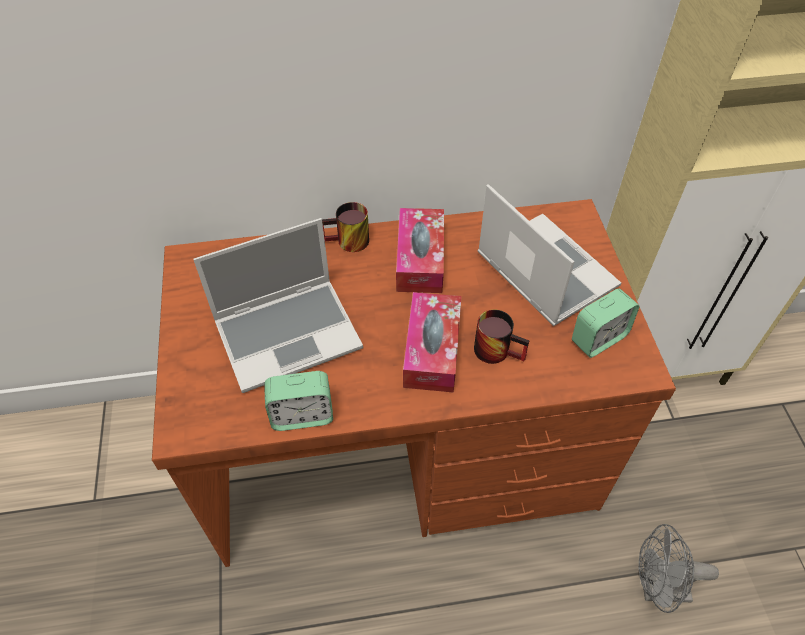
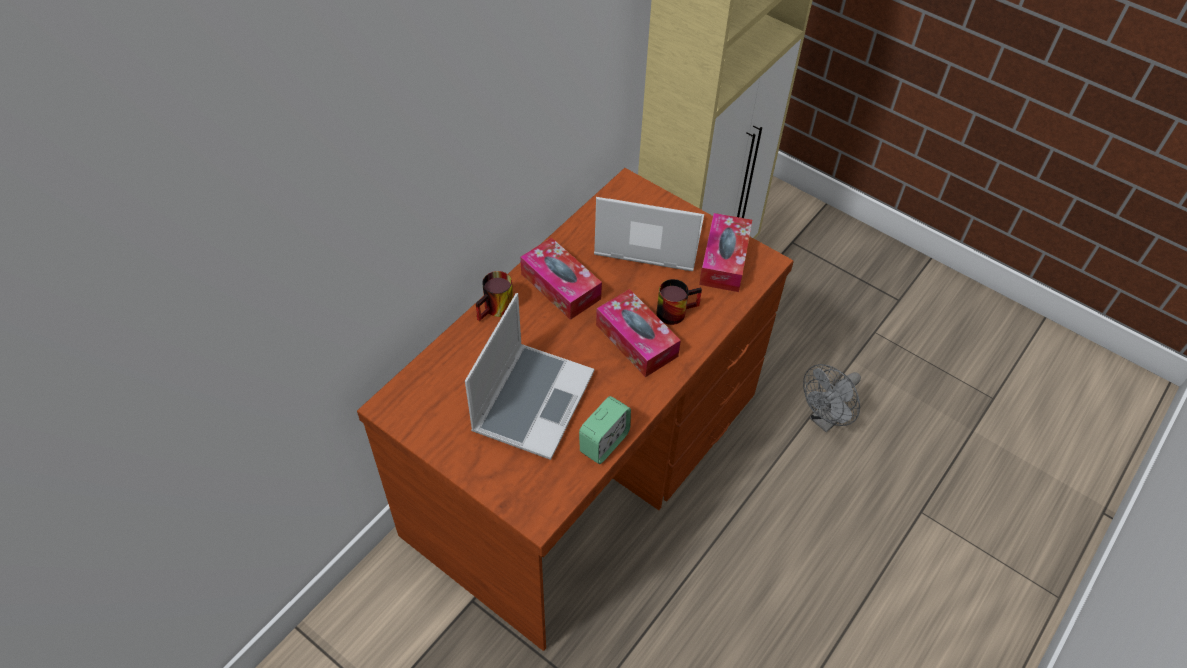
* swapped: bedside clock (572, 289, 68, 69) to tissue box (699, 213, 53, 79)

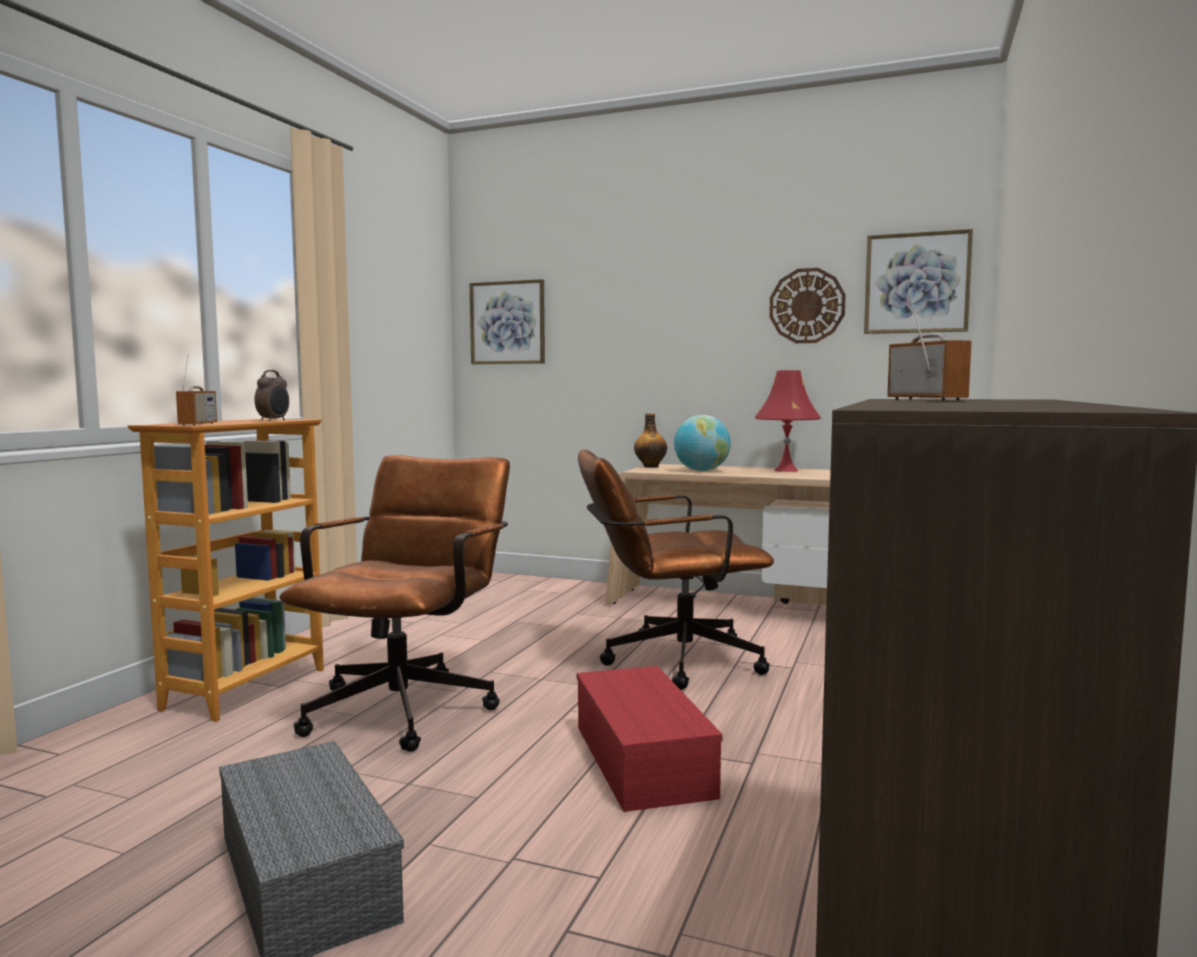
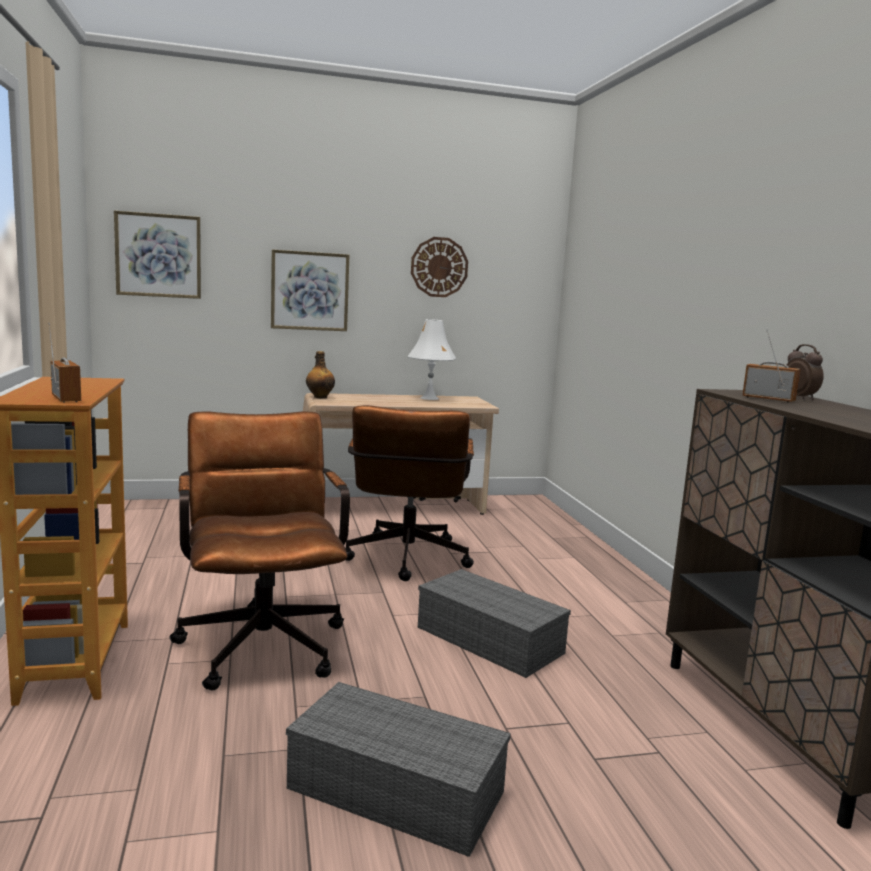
* gone: world globe (674, 415, 57, 56)
* shifted: bedside clock (254, 370, 35, 51) to (786, 344, 38, 56)
* shifted: picture (864, 229, 109, 105) to (271, 250, 78, 81)
* repainted: storage box (red) (577, 666, 145, 146) to storage box (grey) (418, 569, 153, 109)
* repainted: tabletop lamp (red) (755, 370, 66, 102) to tabletop lamp (white-coloured) (407, 319, 49, 81)
* rotated: desk chair (brown-coloured) (578, 450, 196, 240) = (345, 405, 129, 176) 45 degrees counterclockwise

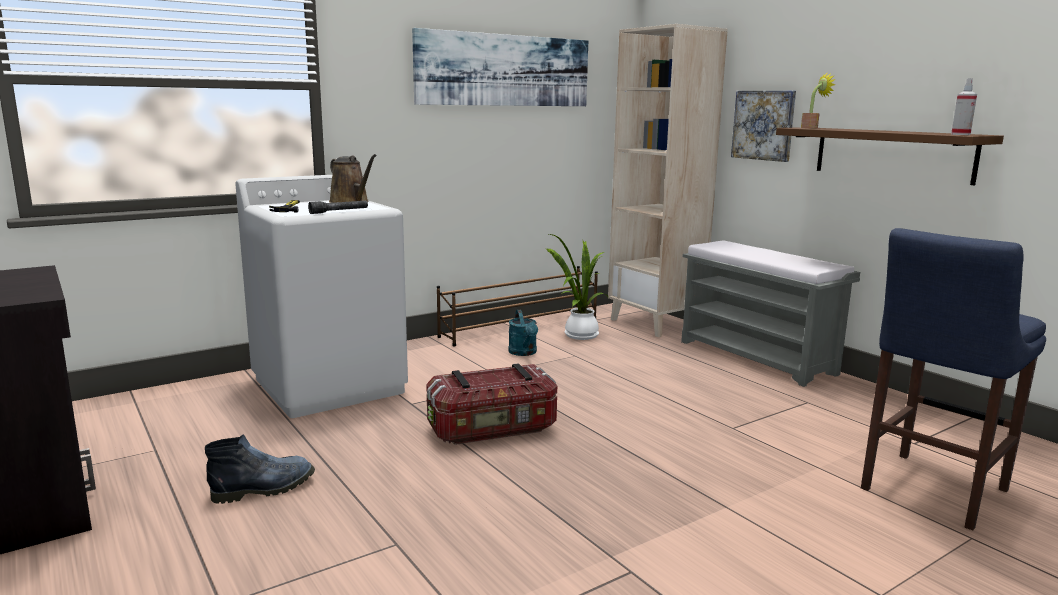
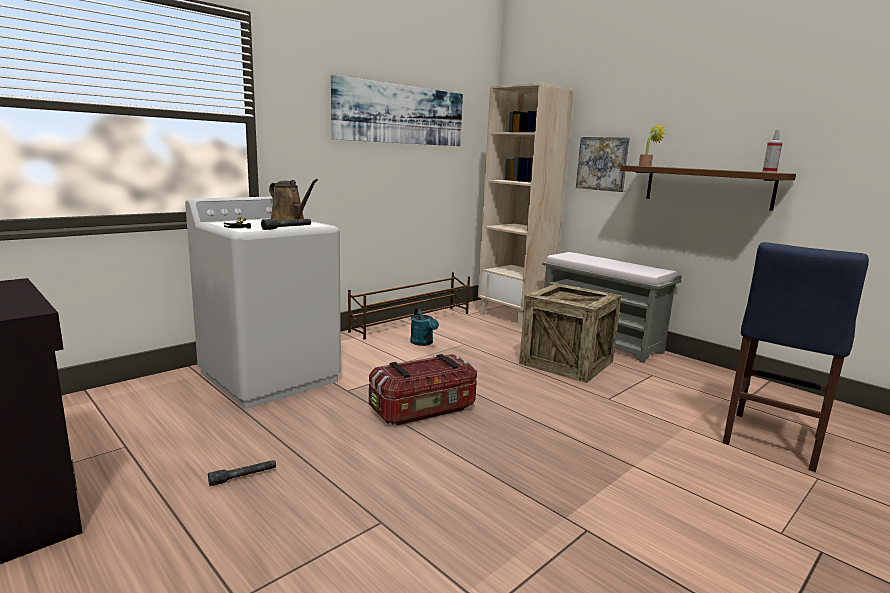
* gone: potted plant (546, 234, 63, 106)
* new: packing crate (519, 283, 103, 100)
* swapped: boot (205, 434, 110, 70) to torch (grey) (208, 460, 68, 26)

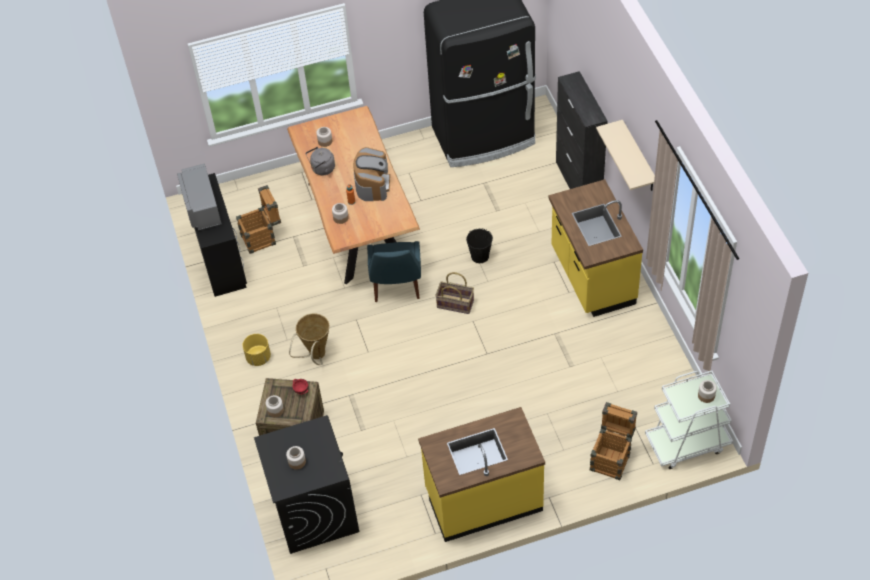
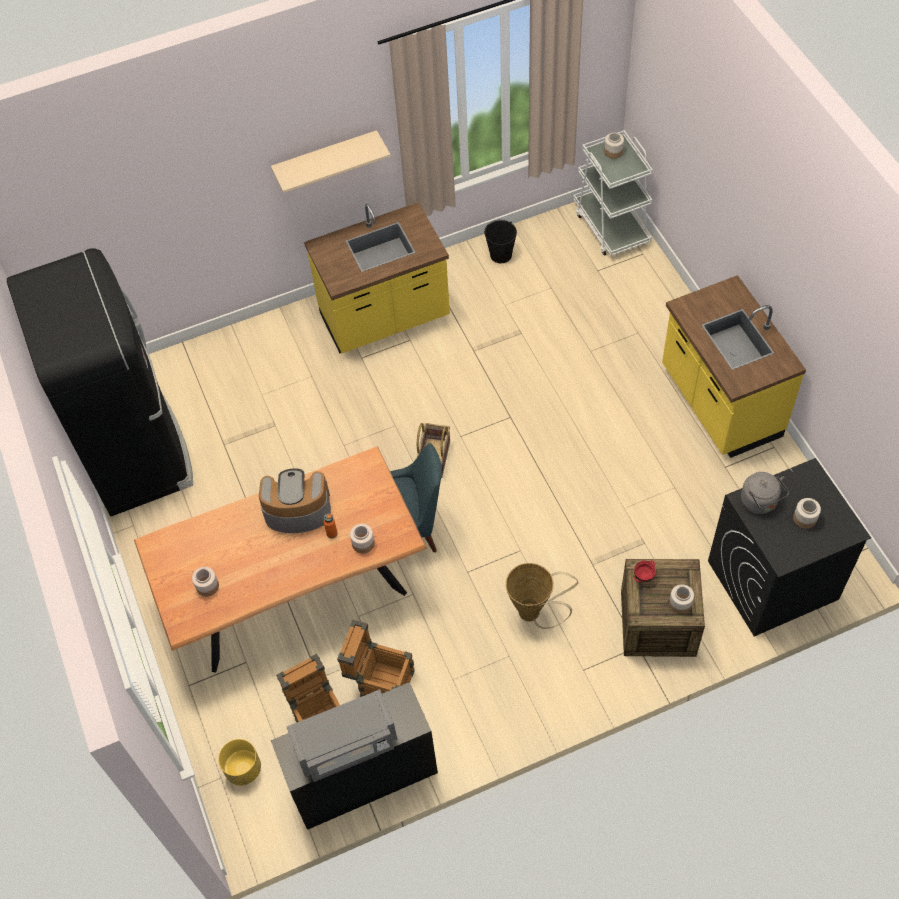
* gone: cupboard (blackish) (556, 71, 52, 118)
* shifted: planter (yellow-coloured) (243, 334, 28, 32) to (218, 739, 43, 47)
* shifted: tea kettle (grey) (306, 147, 29, 28) to (741, 472, 48, 42)
* shifted: water bucket (blackish) (466, 228, 27, 35) to (484, 220, 33, 43)
* shifted: packing crate (590, 402, 47, 78) to (337, 620, 78, 77)

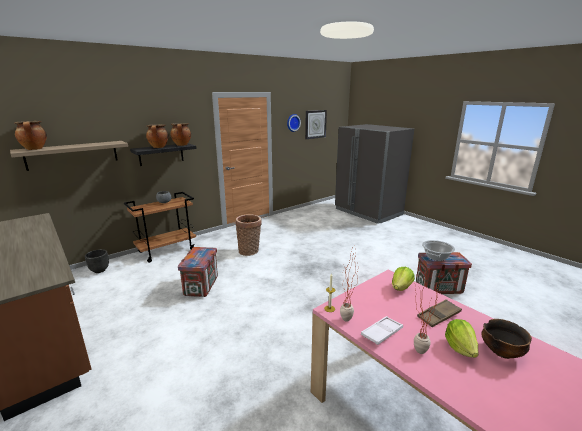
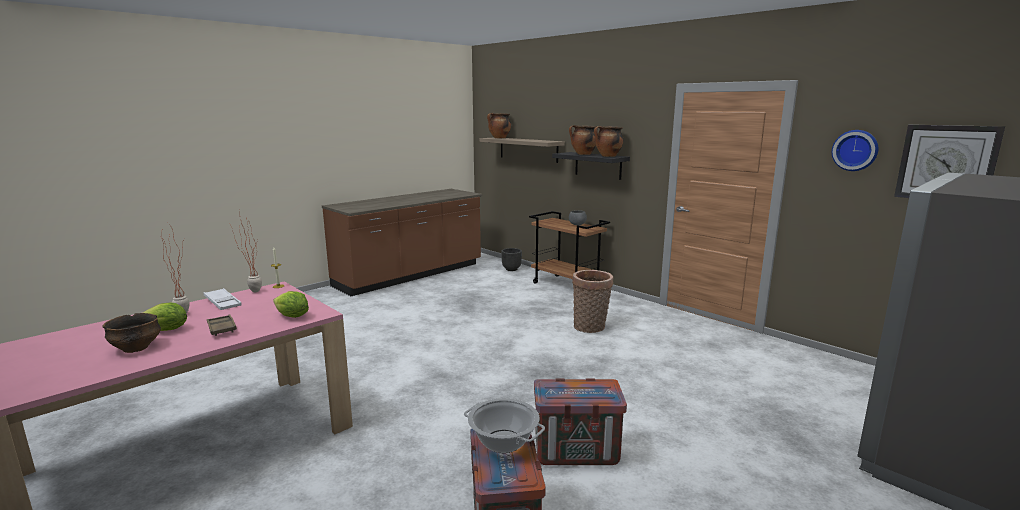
* shifted: packing crate (178, 247, 40, 50) to (534, 378, 93, 87)

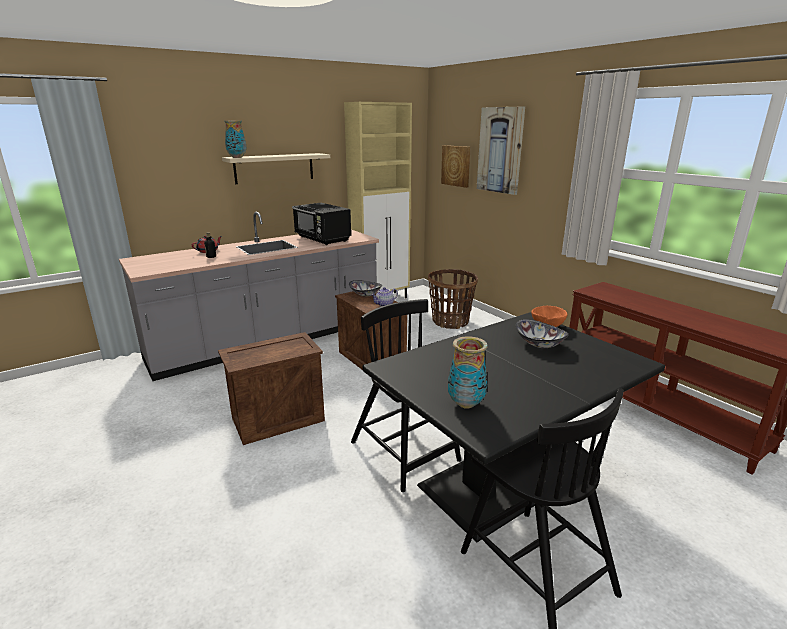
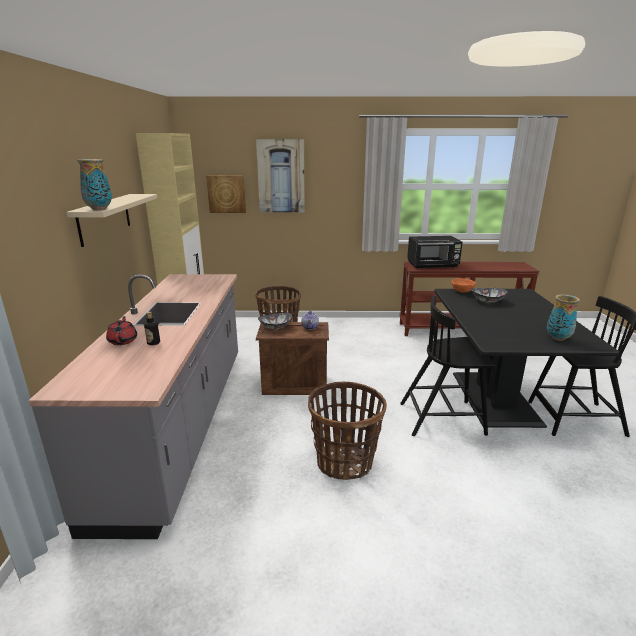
* shifted: kitchen microwave (blackish) (292, 203, 59, 42) to (407, 236, 56, 33)
* swapped: packing crate (218, 332, 107, 113) to storage basket (308, 382, 79, 98)

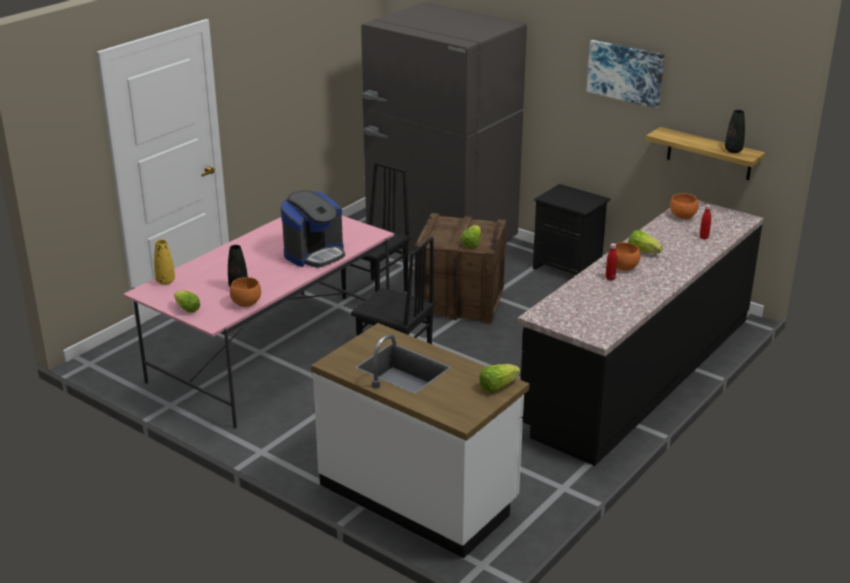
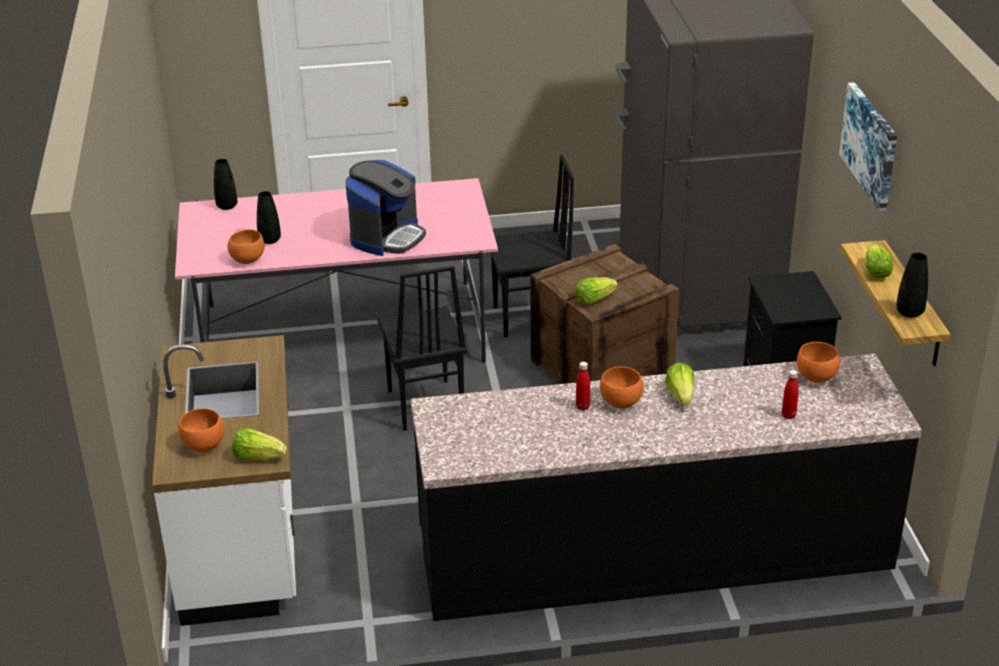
* new: bowl (orange-coloured) (178, 408, 47, 44)
* shifted: lettuce head (174, 290, 26, 23) to (865, 244, 28, 34)
* repainted: flower vase (yellow-coloured) (154, 240, 21, 45) to flower vase (blackish) (214, 159, 23, 51)
* rotated: coffee brewer (281, 190, 64, 78) = (345, 160, 81, 96) 60 degrees counterclockwise

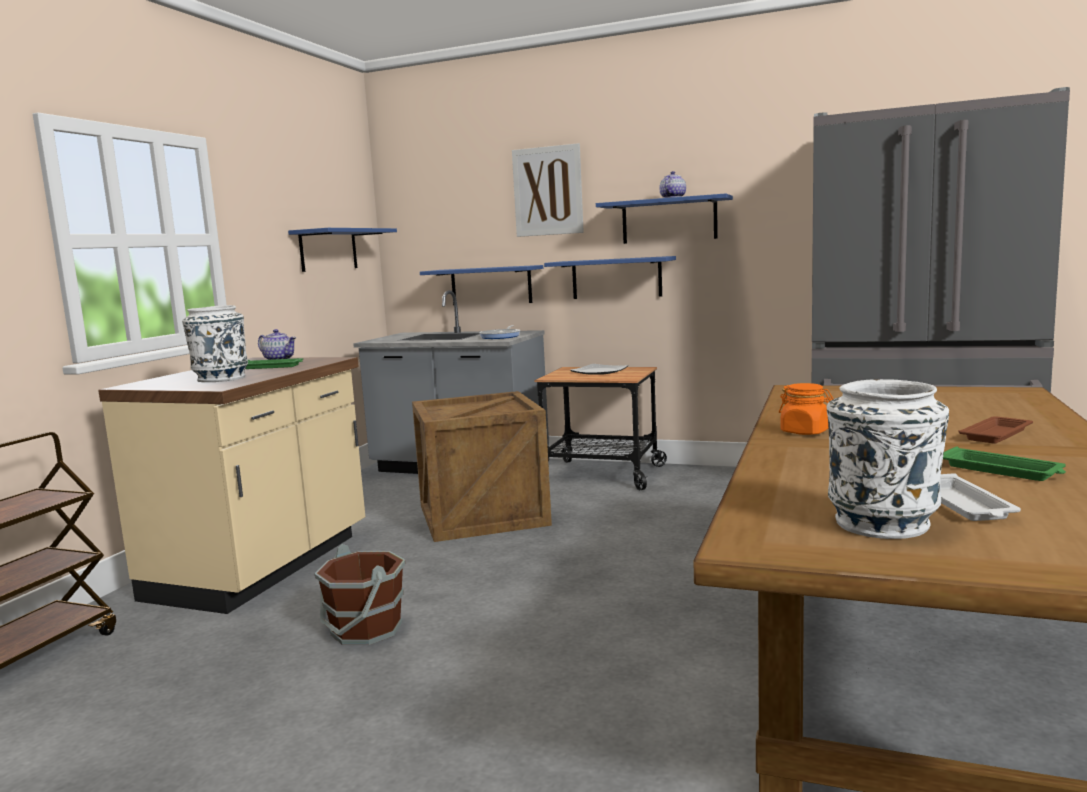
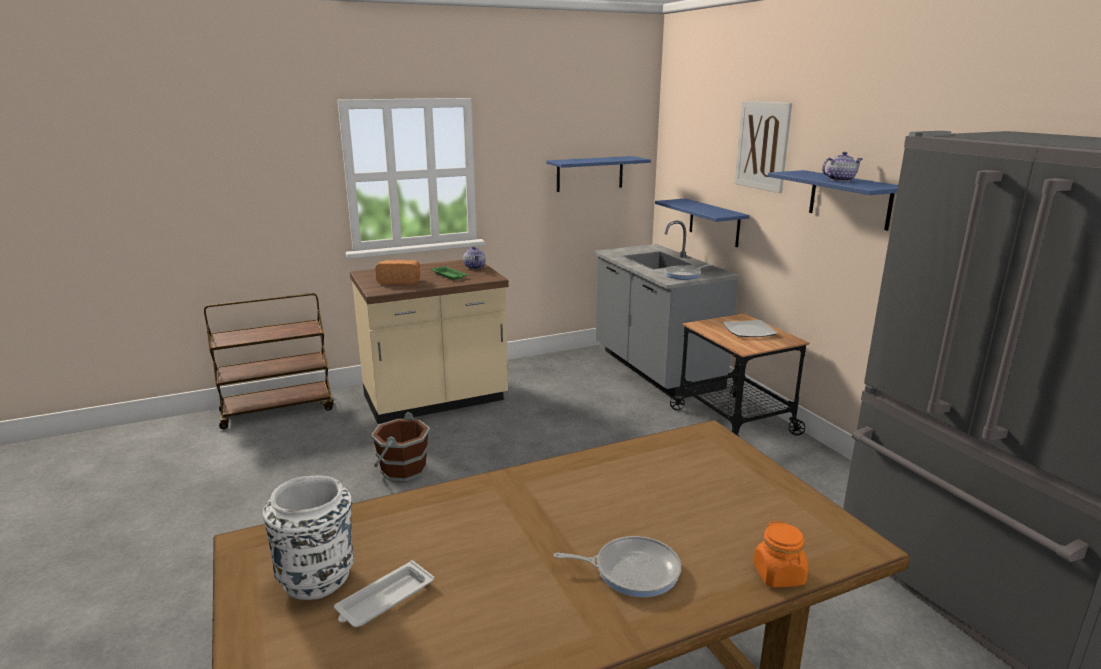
* gone: packing crate (412, 391, 140, 151)
* gone: shelf (blue-coloured) (544, 256, 132, 43)
* gone: carrying tray (greenish) (943, 446, 123, 35)
* shifted: jar (orange-coloured) (779, 383, 54, 52) to (753, 521, 55, 66)
* swapped: flower vase (white-coloured) (182, 305, 66, 77) to bread (375, 260, 45, 24)
* swapped: carrying tray (brown-coloured) (958, 416, 75, 27) to frying pan (554, 536, 127, 61)

